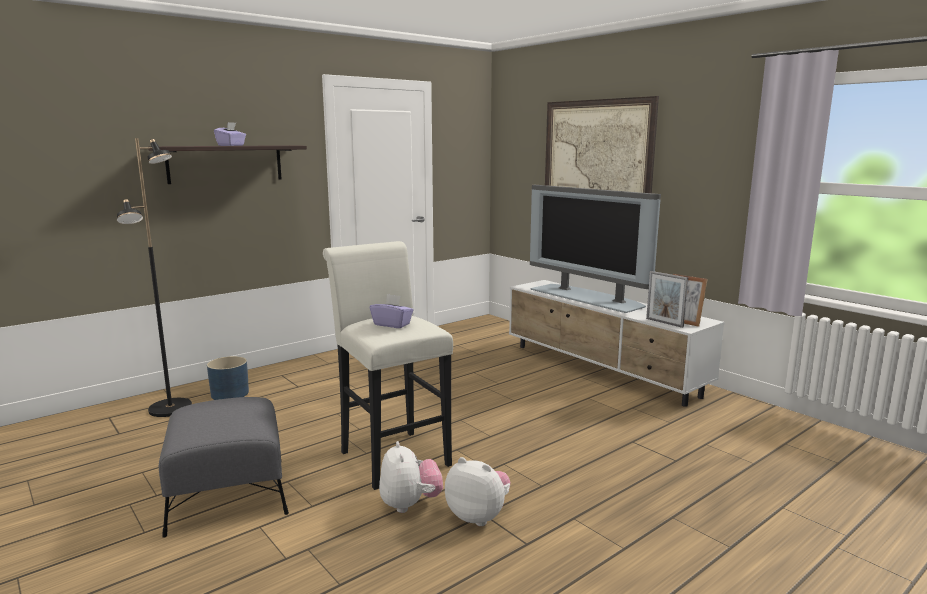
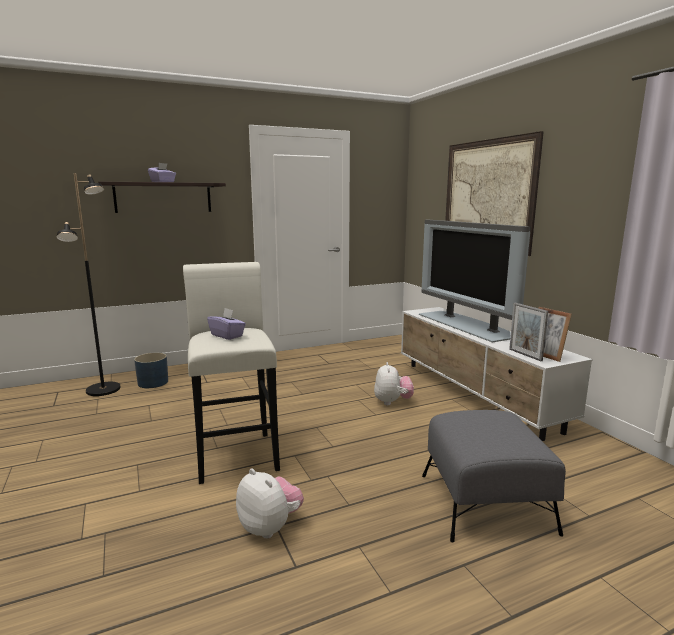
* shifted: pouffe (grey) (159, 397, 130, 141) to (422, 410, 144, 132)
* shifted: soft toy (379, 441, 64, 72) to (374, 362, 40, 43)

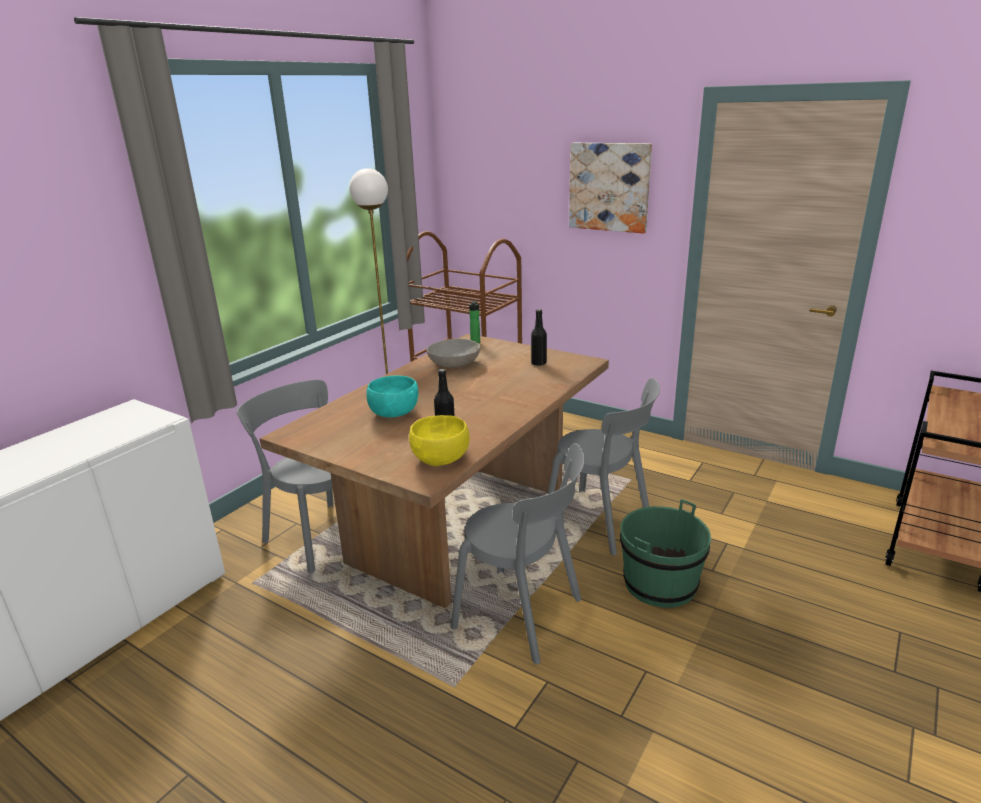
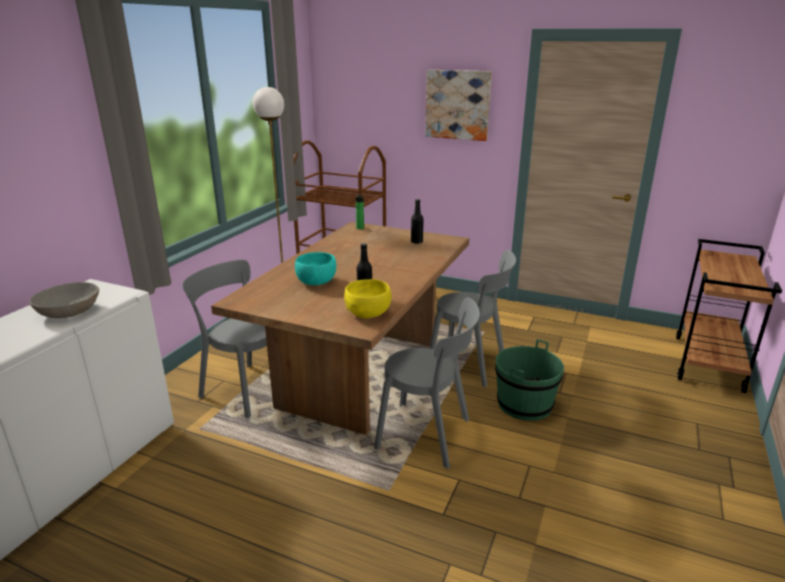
* shifted: bowl (grey) (427, 339, 54, 29) to (29, 282, 70, 36)

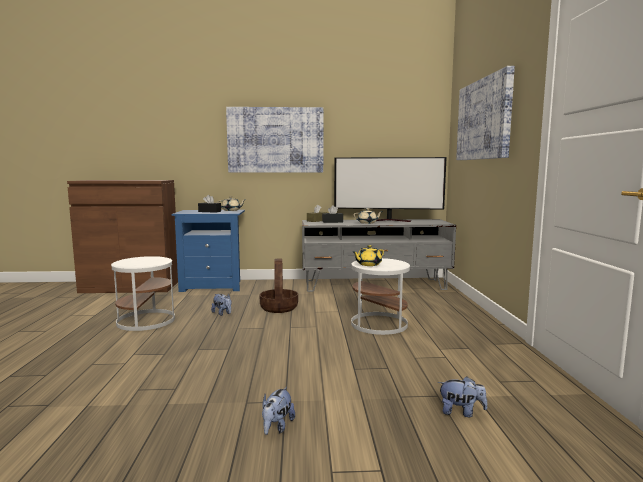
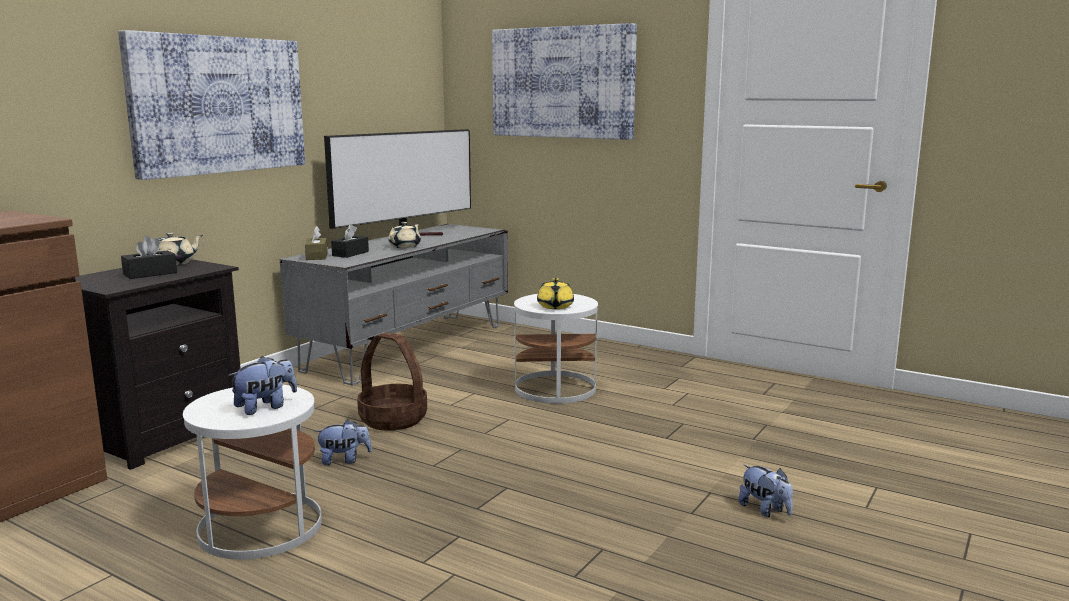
* shifted: soft toy (438, 376, 49, 41) to (228, 356, 69, 59)
* repainted: bedside table (blue-coloured) (172, 210, 73, 82) to bedside table (blackish) (75, 259, 166, 211)

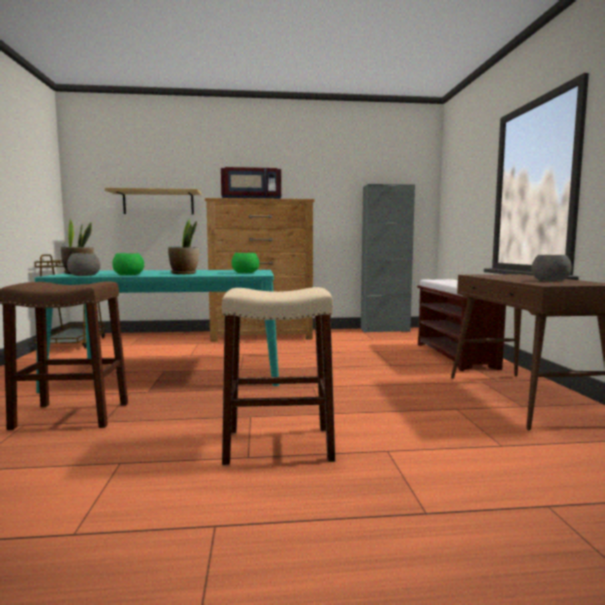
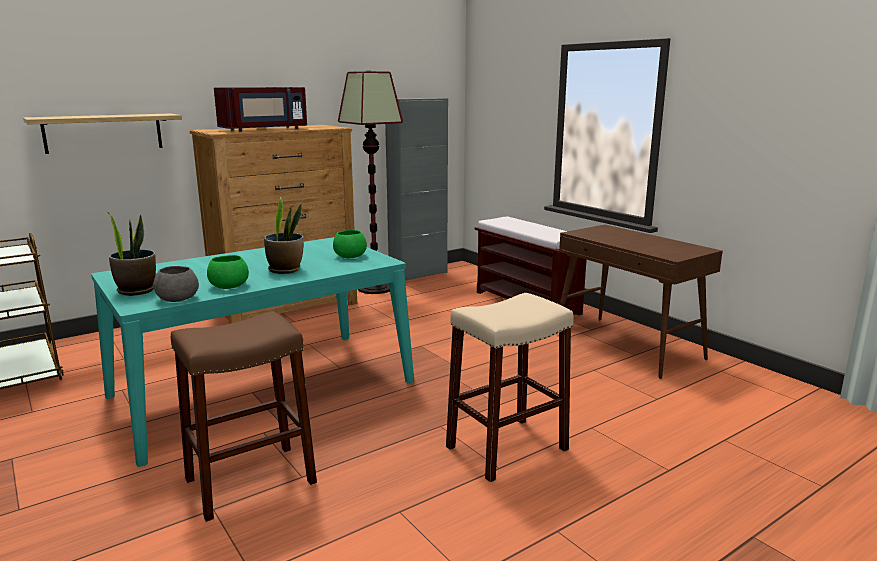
* gone: bowl (grey) (531, 255, 41, 26)
* new: standing lamp (338, 71, 65, 223)

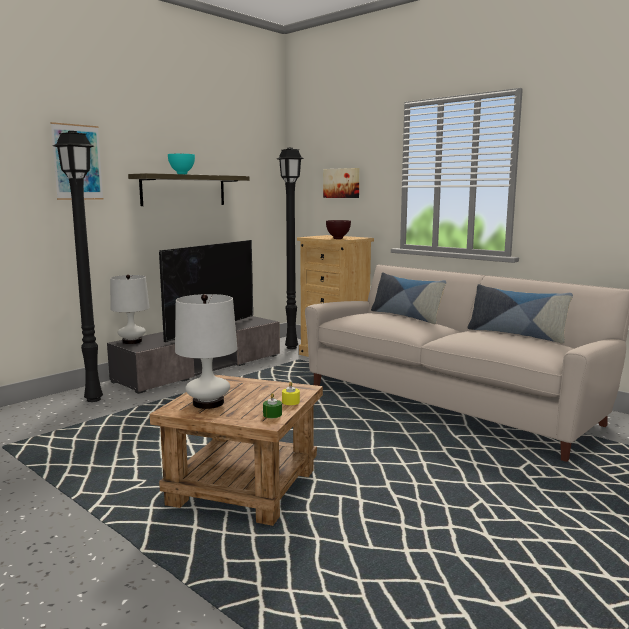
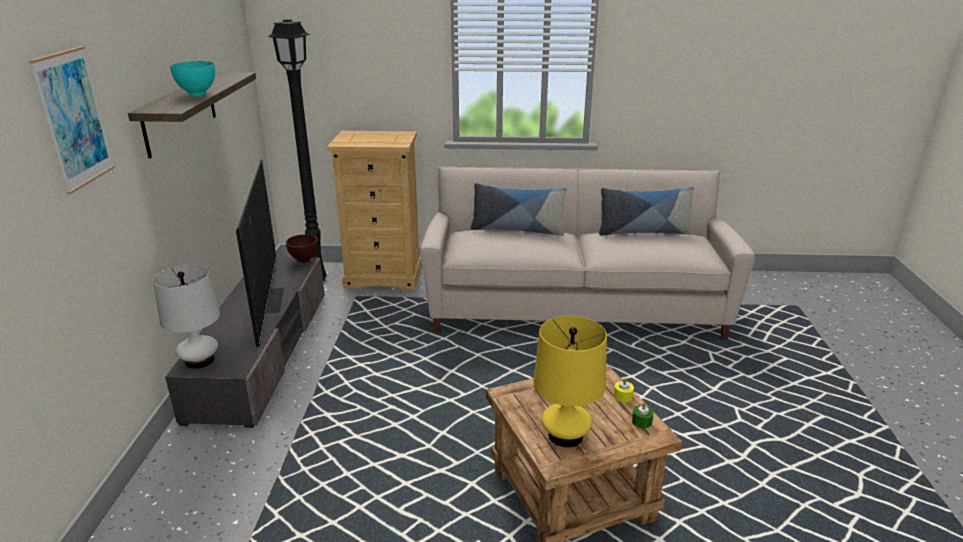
* gone: standing lamp (blackish) (53, 131, 50, 271)
* gone: picture (323, 168, 37, 30)
* shifted: bowl (brown-coloured) (326, 220, 25, 19) to (286, 234, 32, 29)
* repainted: tabletop lamp (white-coloured) (175, 294, 63, 115) to tabletop lamp (yellow-coloured) (533, 316, 74, 131)

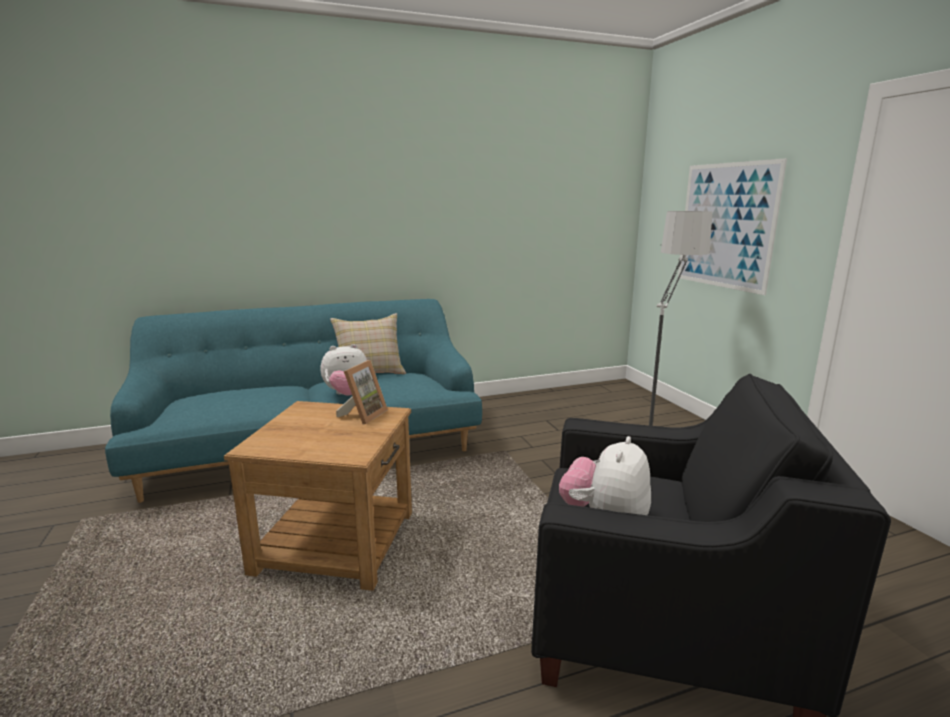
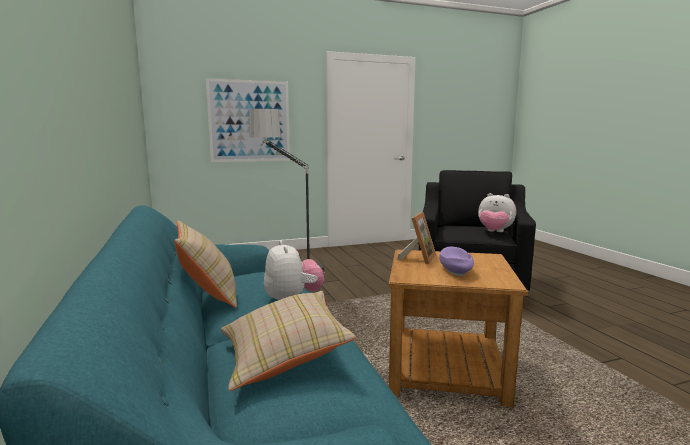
* new: pillow (beige-coloured) (221, 291, 135, 100)
* new: bowl (purple) (439, 247, 35, 29)
* rotated: photo frame (336, 360, 52, 64) = (397, 212, 39, 52) 90 degrees clockwise

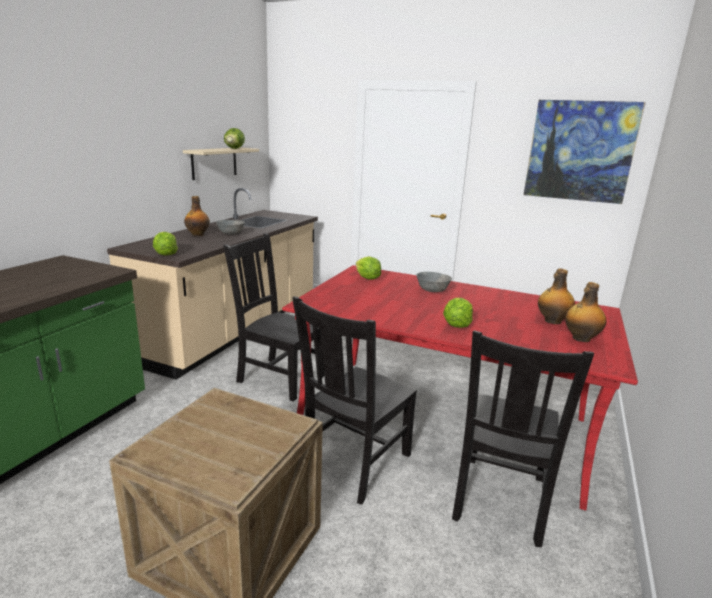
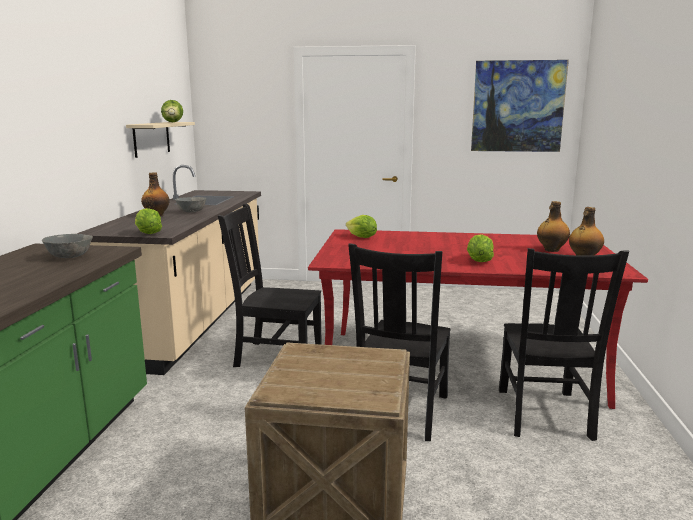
* shifted: bowl (grey) (417, 272, 35, 20) to (42, 234, 51, 24)

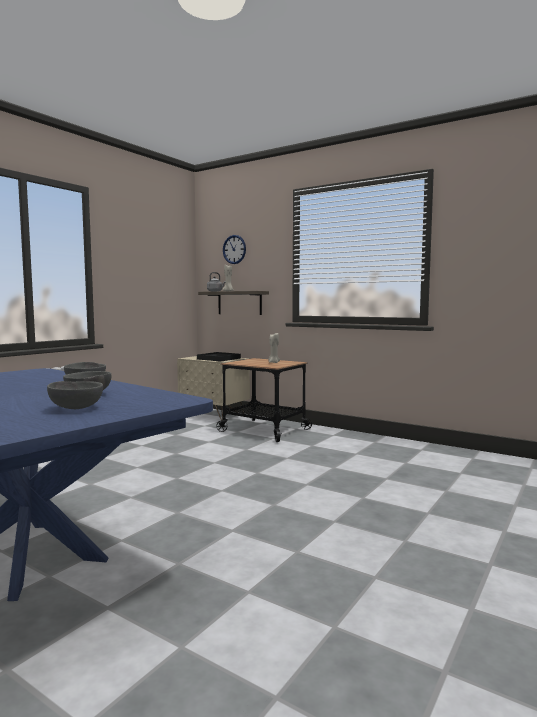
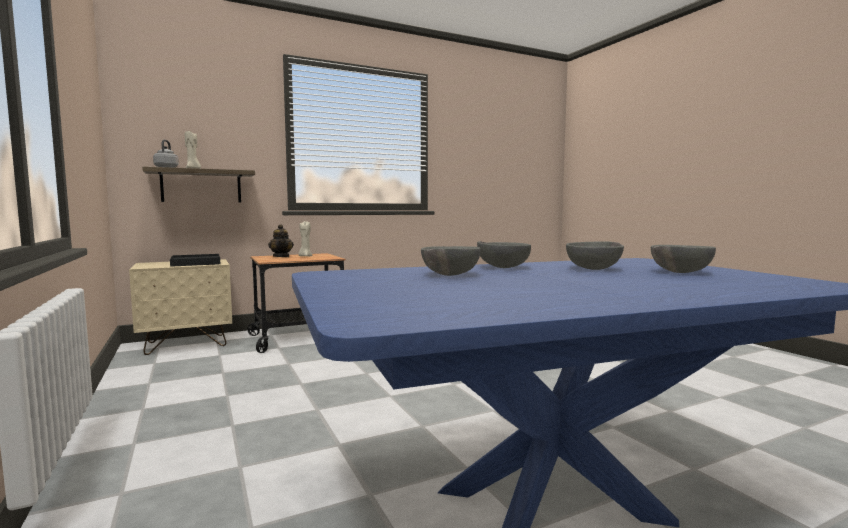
* gone: hanging clock (223, 235, 23, 29)
* new: teapot (268, 224, 26, 33)
* new: bowl (grey) (421, 246, 59, 30)

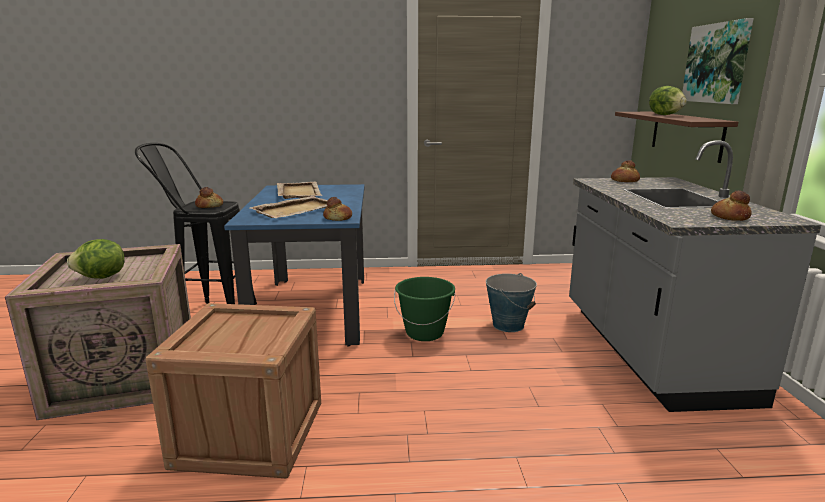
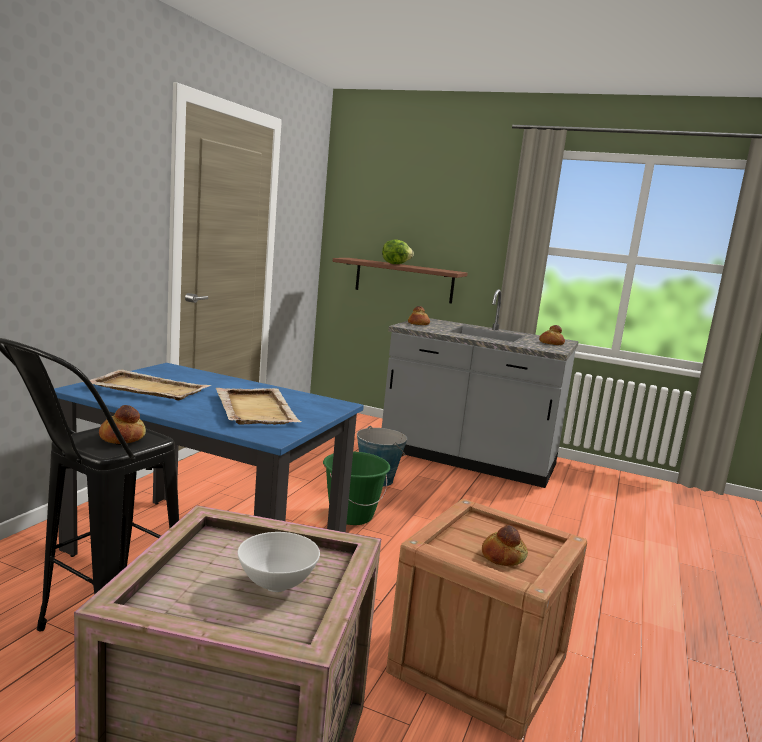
* gone: picture (682, 18, 72, 86)
* shifted: bread (323, 197, 29, 24) to (482, 525, 46, 41)
* swapped: lettuce head (67, 239, 58, 40) to bowl (white-coloured) (238, 532, 82, 60)

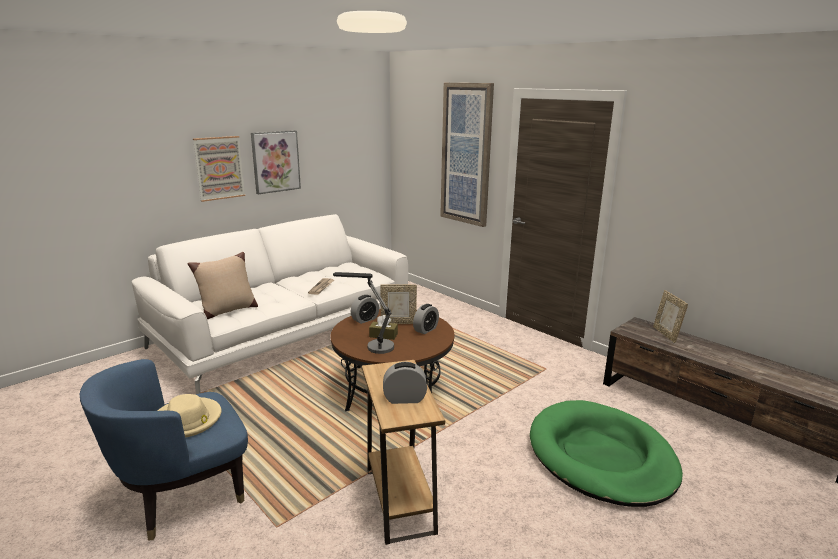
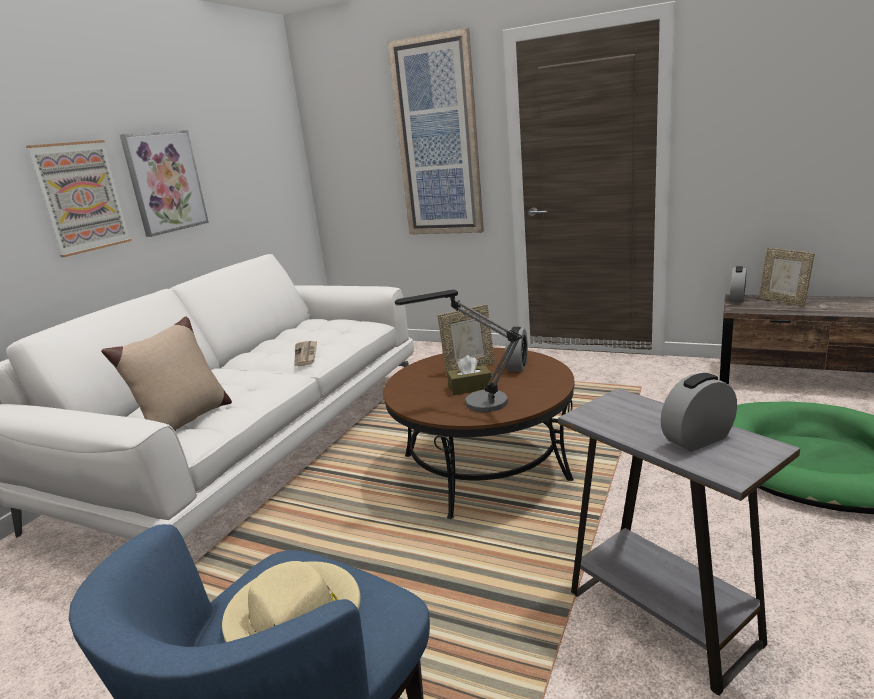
* shifted: bedside clock (351, 295, 28, 29) to (730, 266, 17, 36)
* repainted: accent table (brown-coloured) (362, 360, 83, 185) to accent table (grey) (558, 388, 242, 308)

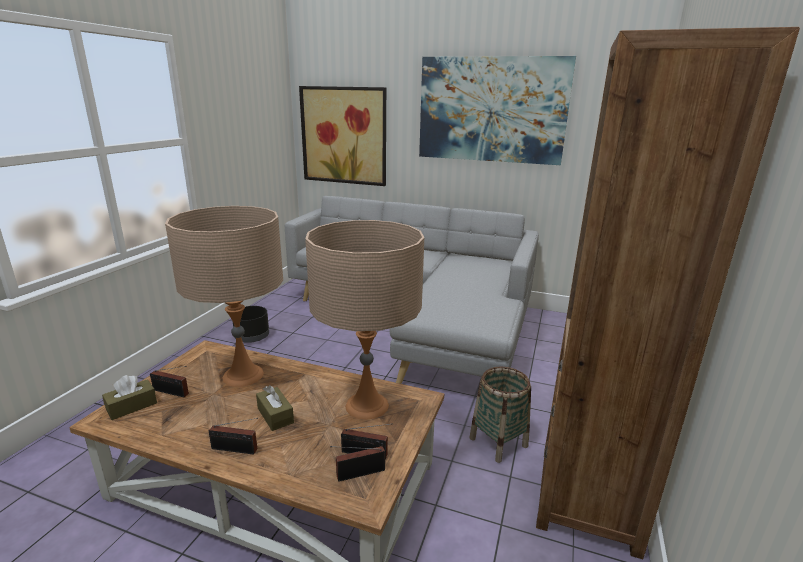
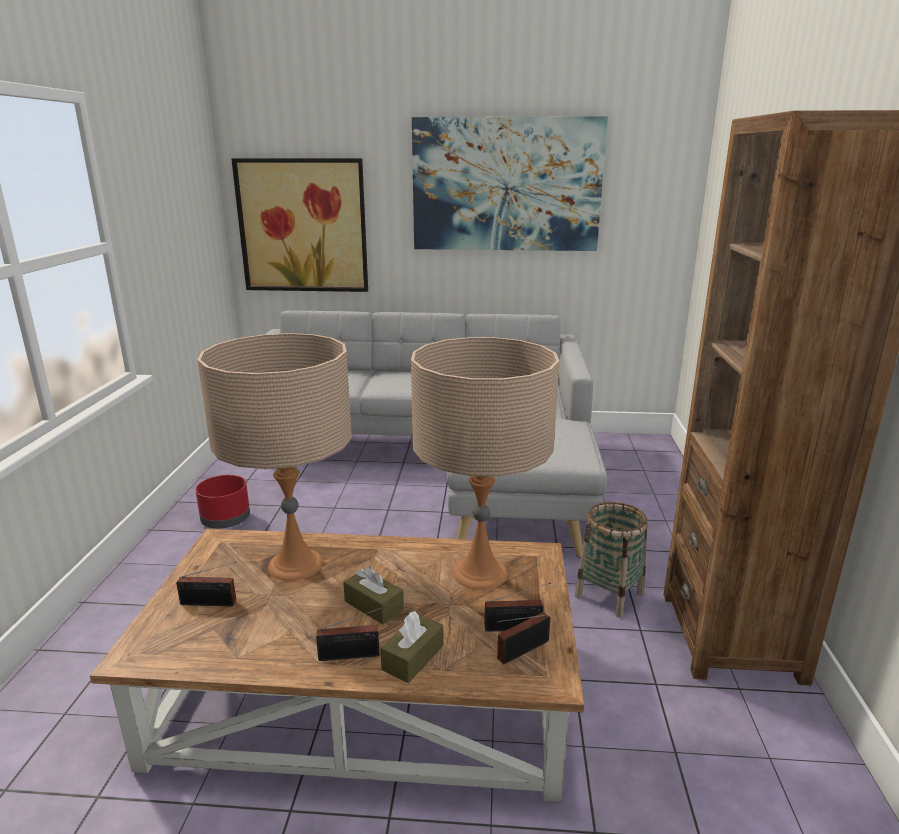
* shifted: tissue box (brown-coloured) (102, 375, 55, 45) to (380, 611, 63, 72)
* repainted: planter (blackish) (233, 306, 36, 37) to planter (red) (195, 475, 55, 53)

